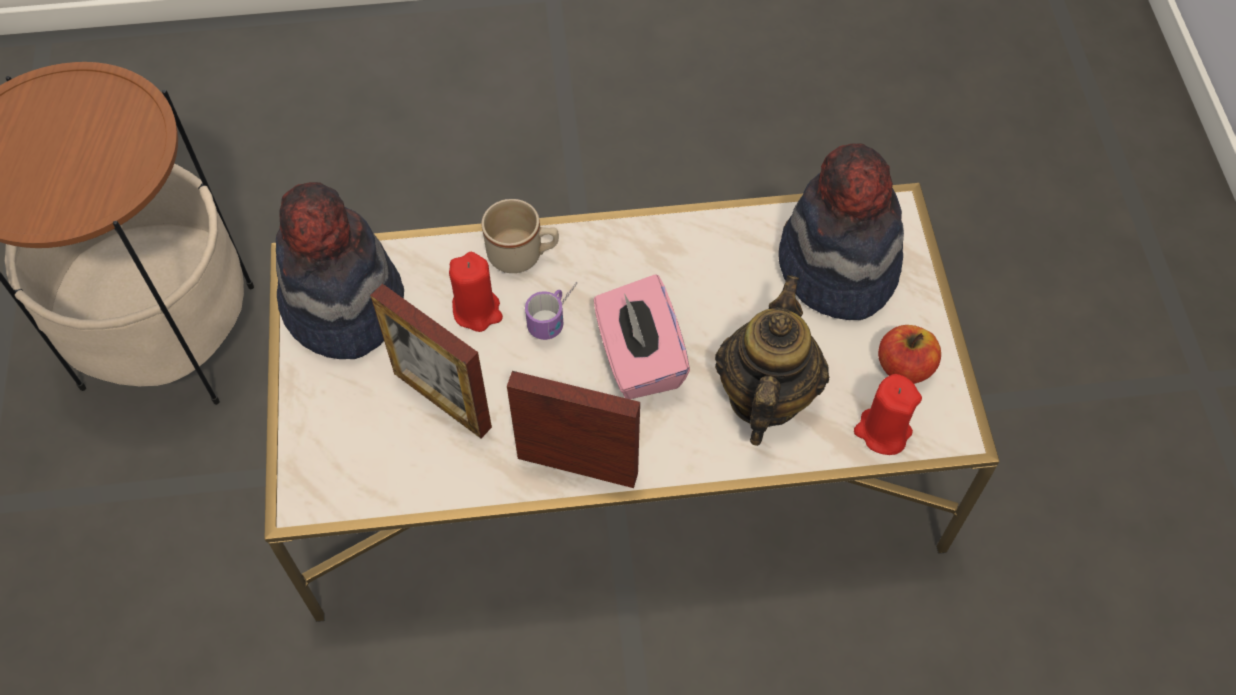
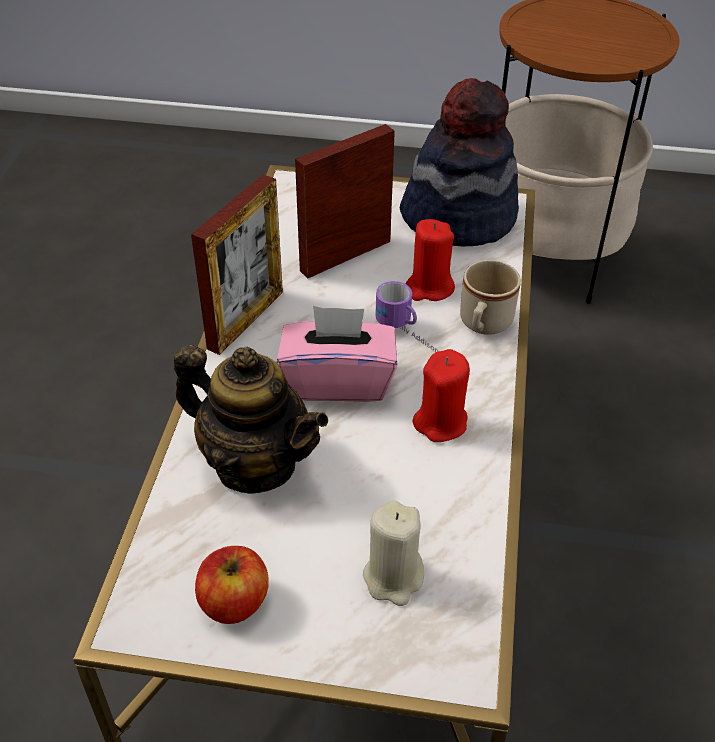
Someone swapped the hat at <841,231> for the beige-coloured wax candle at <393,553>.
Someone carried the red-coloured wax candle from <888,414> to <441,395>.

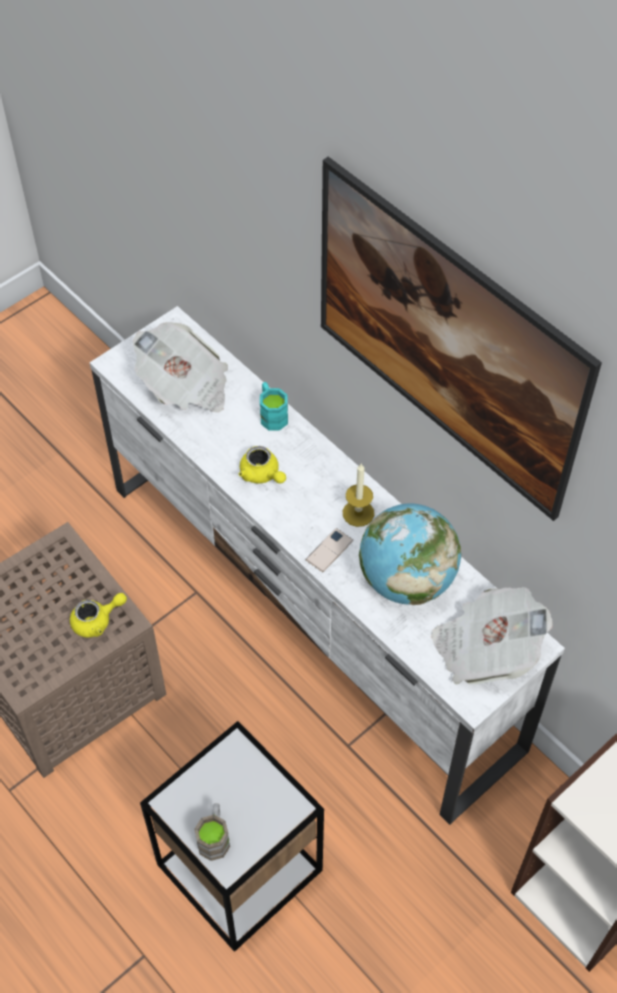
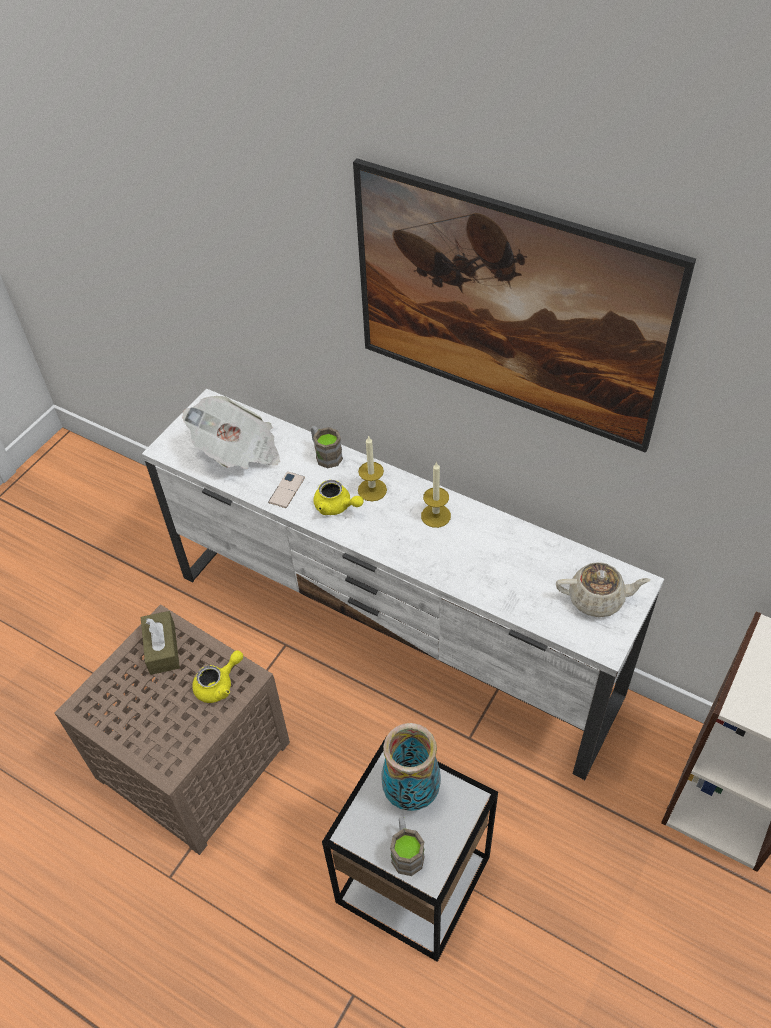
Someone put down the brown tissue box at <160,643>.
Someone carried the handset from <329,550> to <286,490>.
Someone repainted the turquoise-coloured coffee mug at <274,406>, which became the brown coffee mug at <327,447>.
Someone put down the wax candle at <372,468>.
Someone put down the vase at <411,767>.
Someone swapped the printed paper at <492,636> for the beige-coloured pot for tea at <603,589>.
Someone took away the world globe at <410,554>.

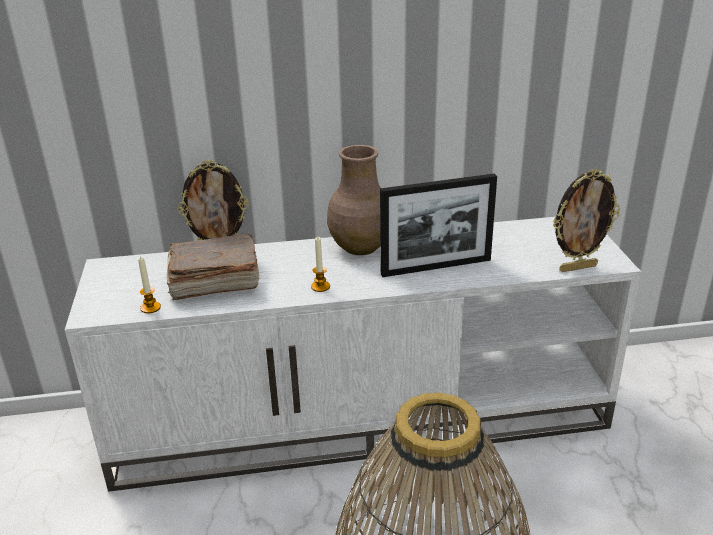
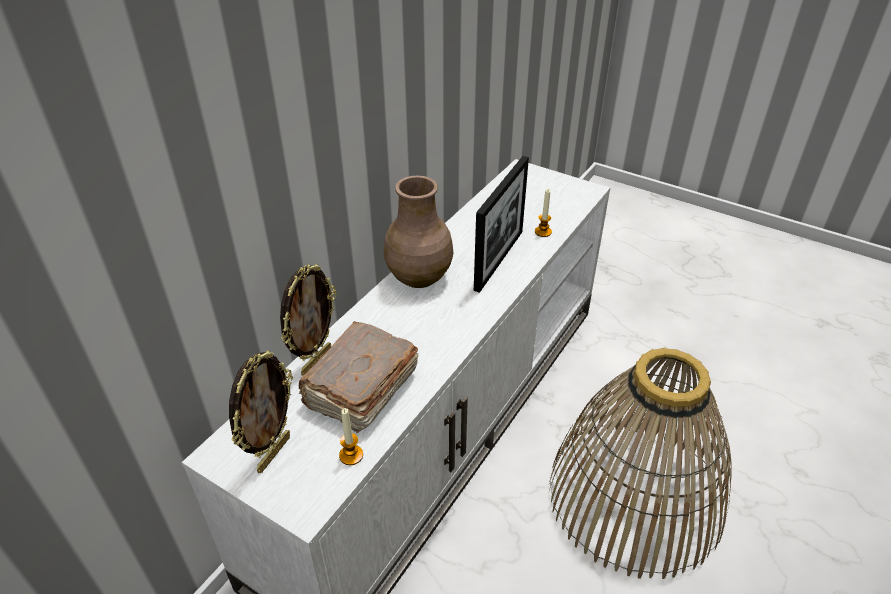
Someone carried the standing frame from <586,220> to <261,411>.
Someone carried the wax candle from <320,264> to <543,213>.

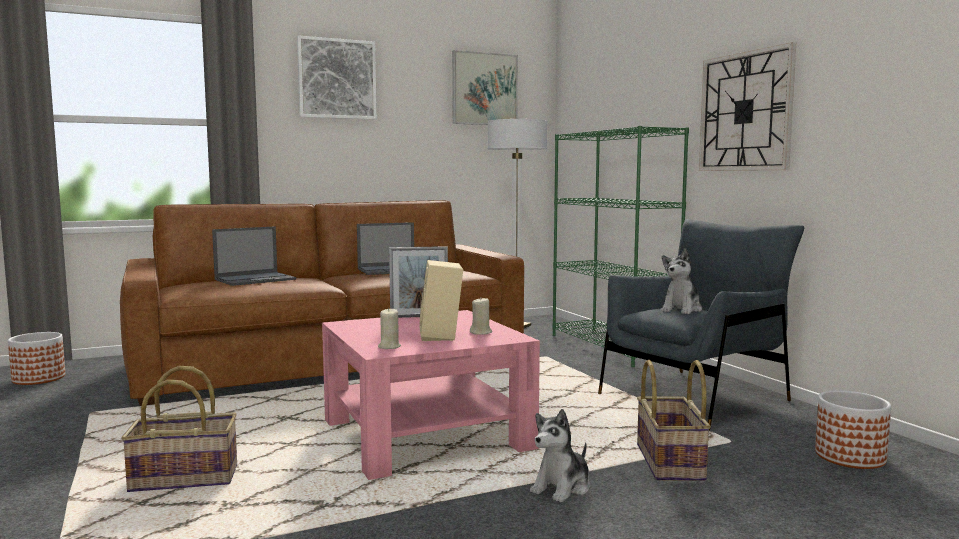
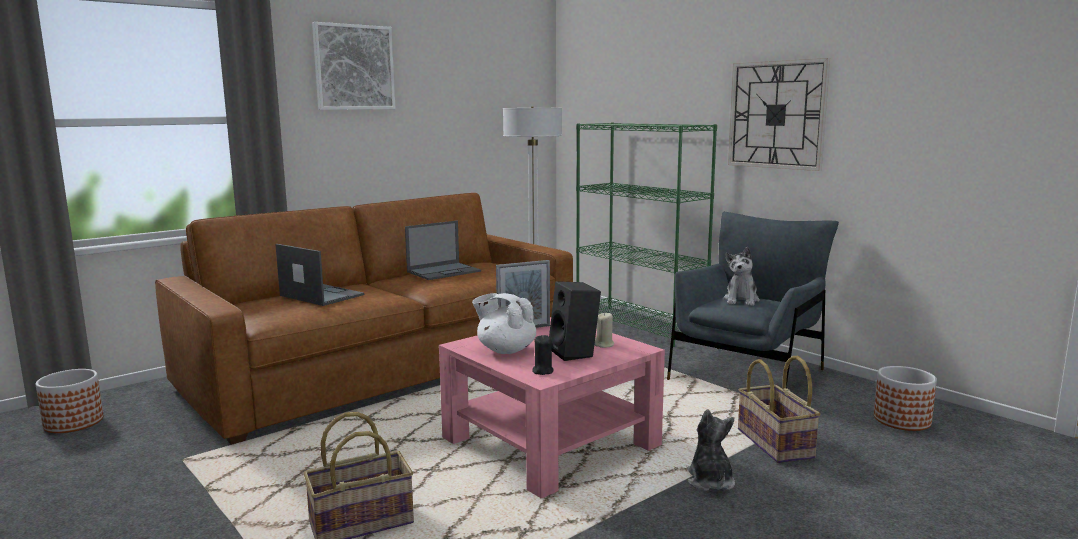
Someone rotated the portable computer at <254,256> by 90 degrees counterclockwise.
Someone put down the white pot for tea at <504,323>.
Someone repainted the beige-coloured wax candle at <389,328>, which became the blackish wax candle at <542,355>.
Someone repainted the beige-coloured loudspeaker at <441,300>, which became the blackish loudspeaker at <575,321>.
Someone rotated the soft toy at <560,456> by 150 degrees clockwise.
Someone took away the picture at <485,87>.

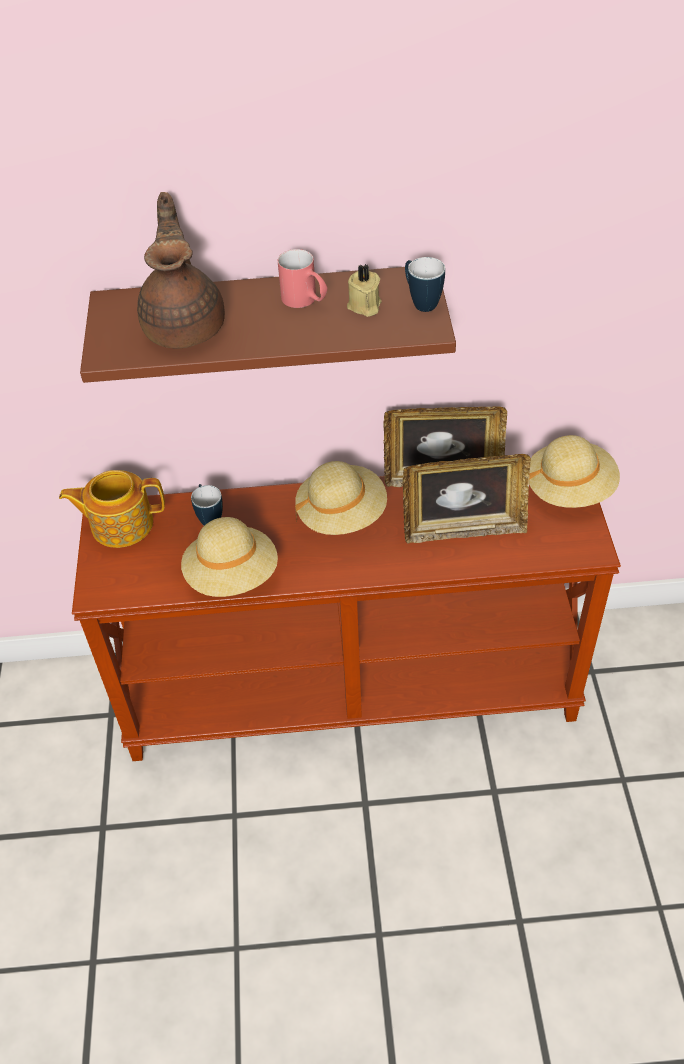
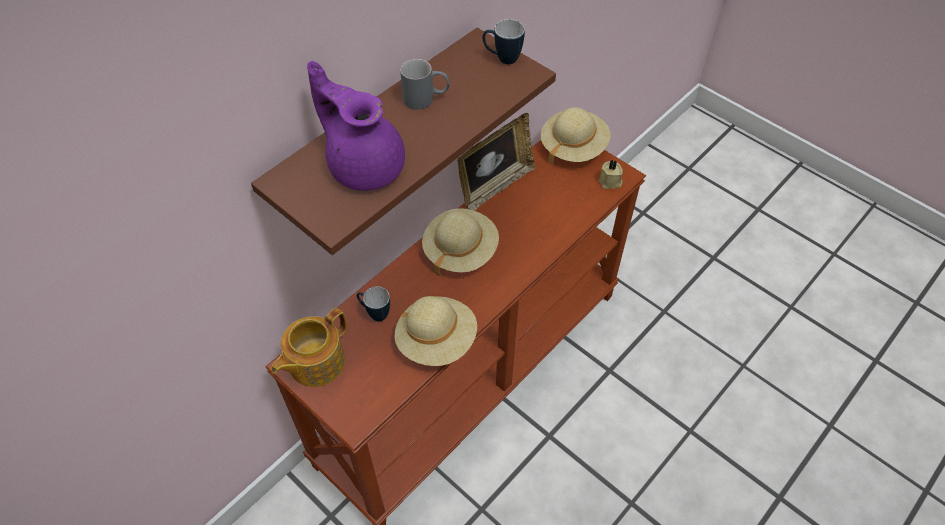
Someone repainted the brown pot for tea at <181,270>, which became the purple pot for tea at <356,126>.
Someone repainted the red-coloured coffee mug at <302,278>, which became the gray coffee mug at <425,84>.
Someone carried the beige-coloured wax candle from <364,290> to <610,174>.
Someone took away the standing frame at <467,498>.

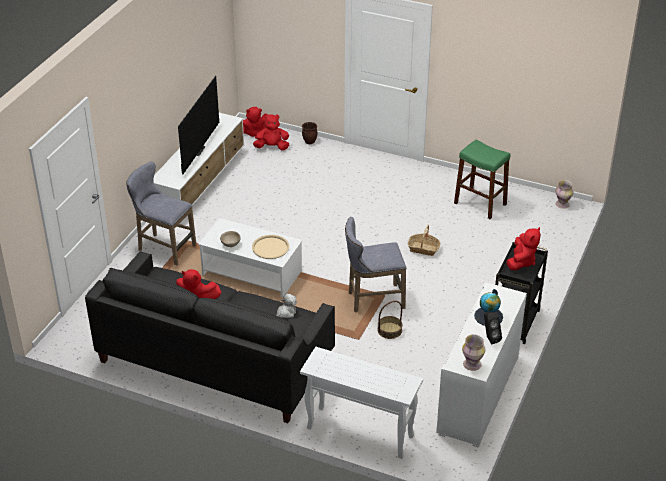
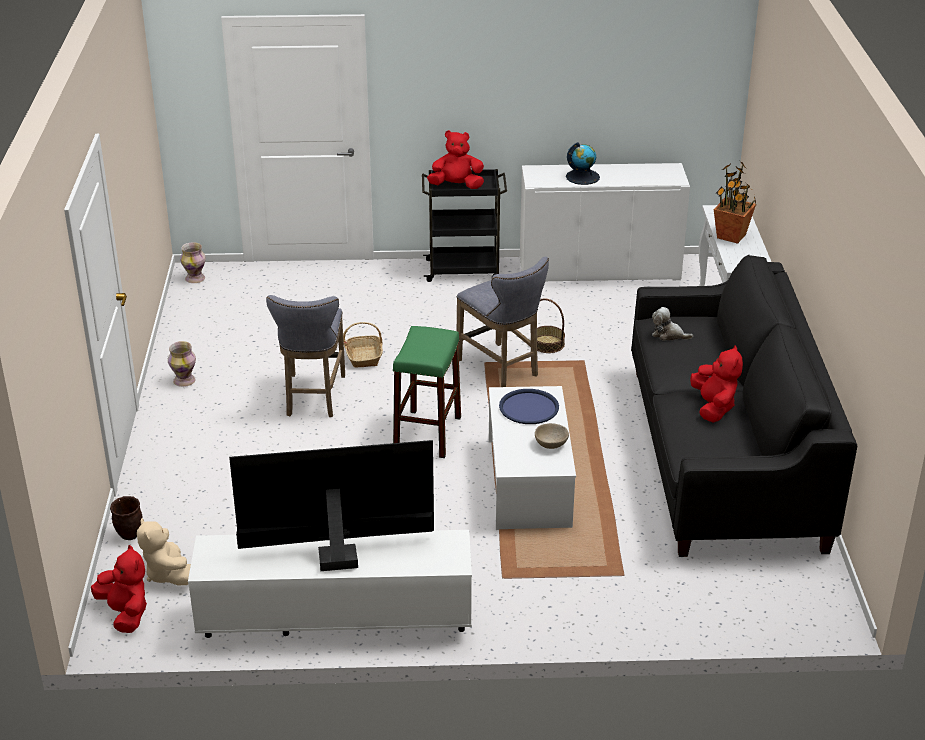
Someone repainted the red-coloured soft toy at <271,131>, which became the beige-coloured soft toy at <164,551>.
Someone carried the vase from <473,352> to <182,364>.
Someone carried the gray stool seat from <161,213> to <305,356>.
Someone carried the green stool seat from <482,179> to <427,392>.
Someone repainted the beige-coloured carrying tray at <270,247>, which became the bluish carrying tray at <529,406>.
Someone put down the houseplant at <735,202>.
Someone took away the blackish loudspeaker at <493,328>.

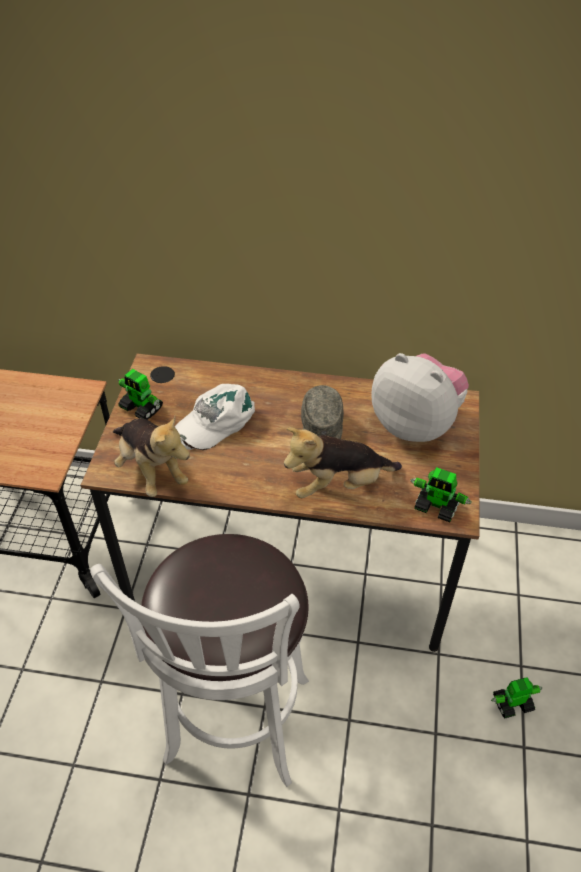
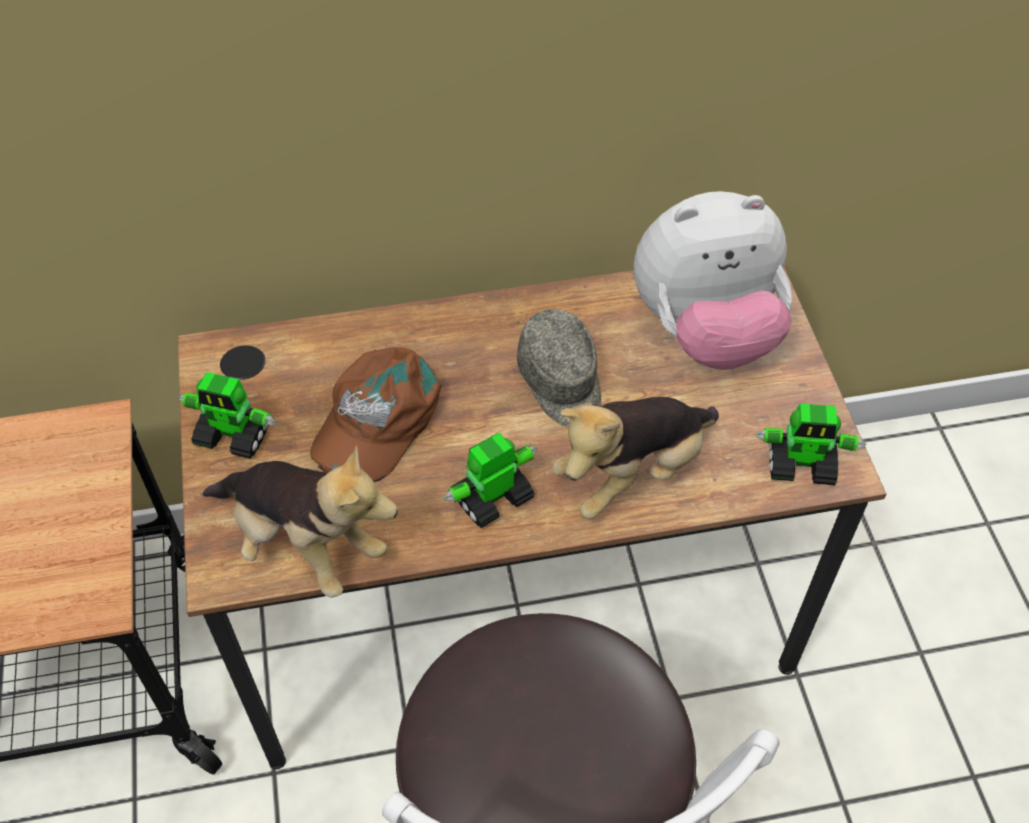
Someone repainted the white baseball cap at <214,417>, which became the brown baseball cap at <376,414>.
Someone carried the model robot from <516,698> to <490,480>.
Someone rotated the soft toy at <420,397> by 150 degrees clockwise.

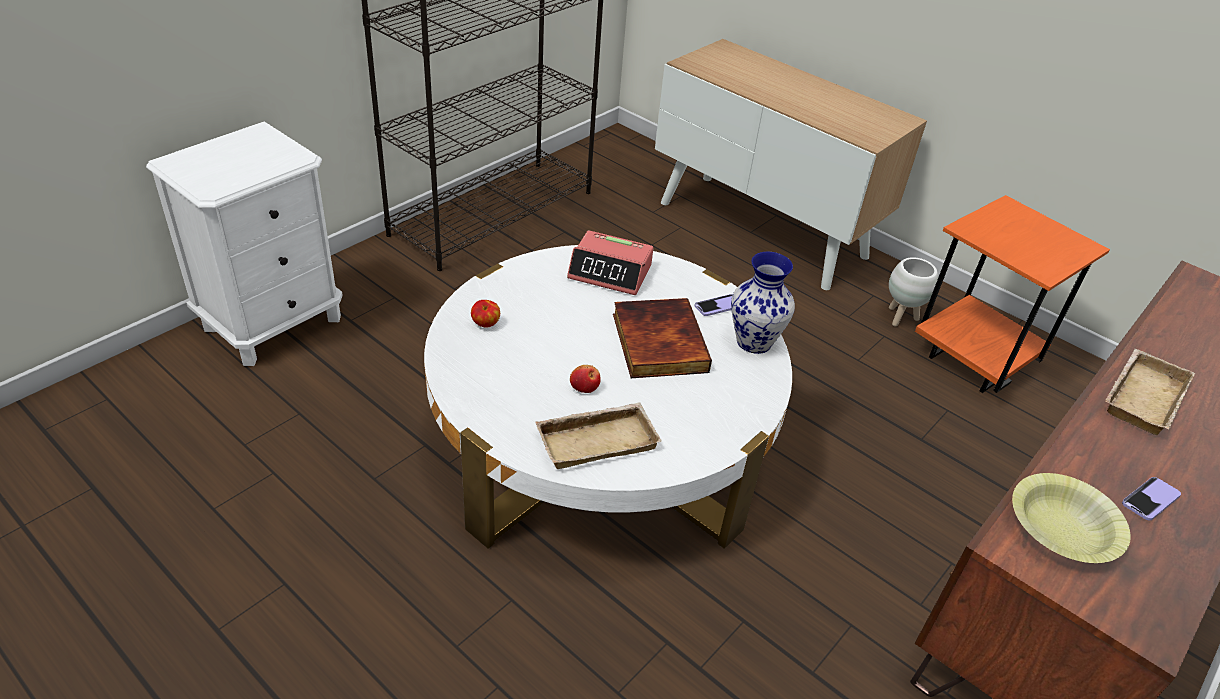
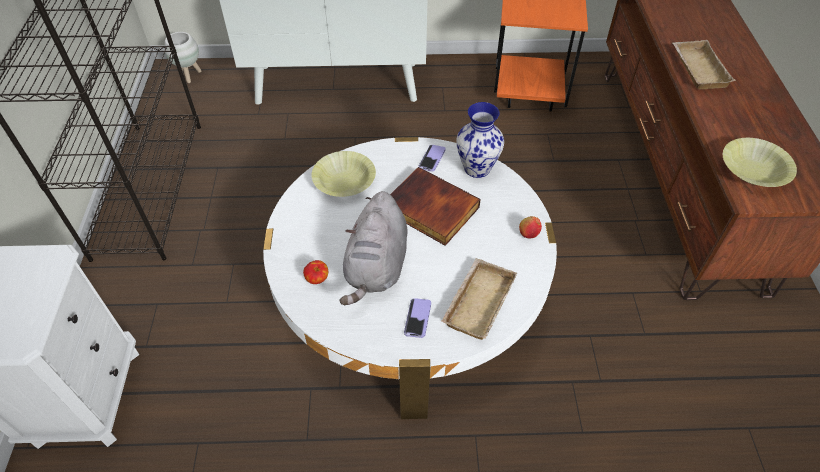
Someone carried the white plant pot from <913,291> to <182,57>.
Someone swapped the bedside clock at <610,262> for the yellow deep dish at <344,174>.
Someone put down the gray soft toy at <374,248>.
Someone carried the handset from <1151,498> to <417,318>.
Someone carried the apple from <585,379> to <530,227>.

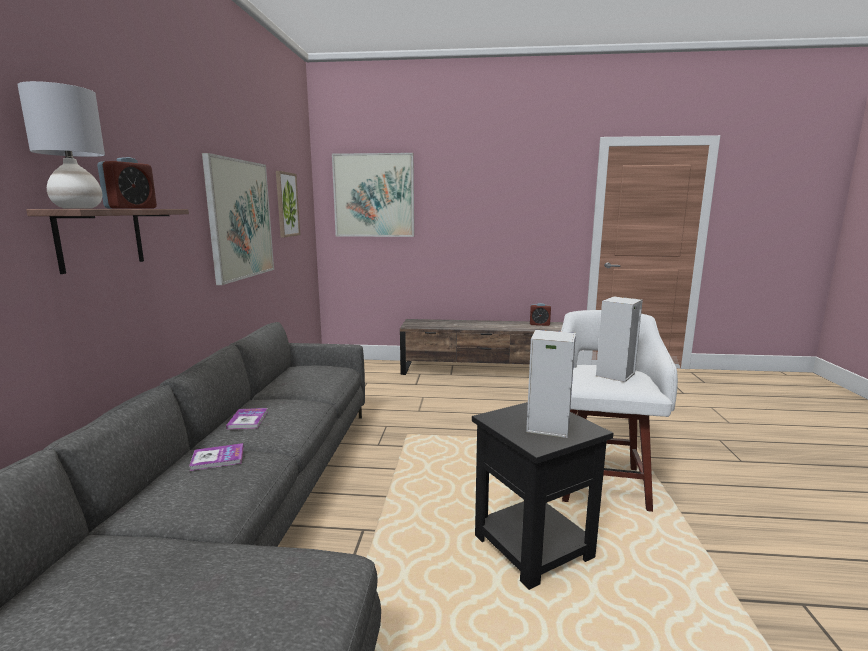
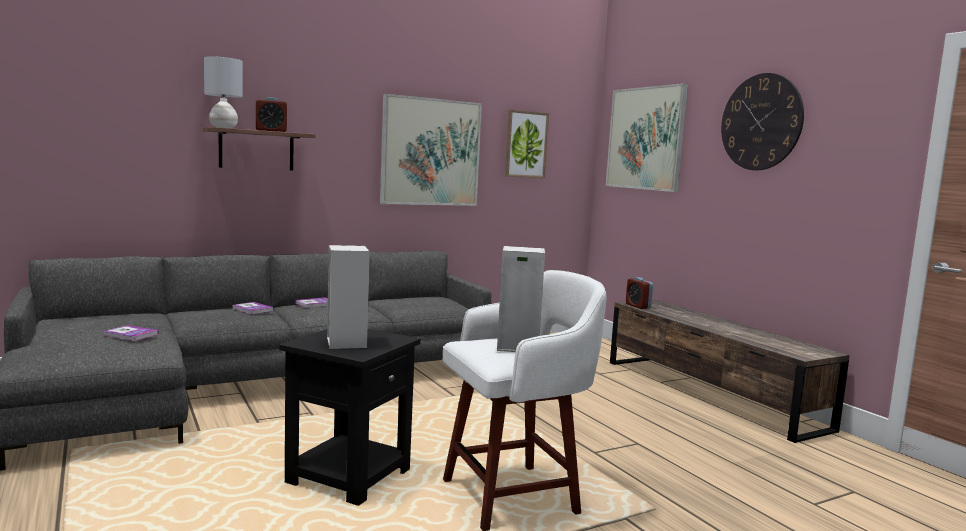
Someone put down the volume at <131,333>.
Someone carried the bedside clock from <540,314> to <639,293>.
Someone put up the hanging clock at <762,121>.

